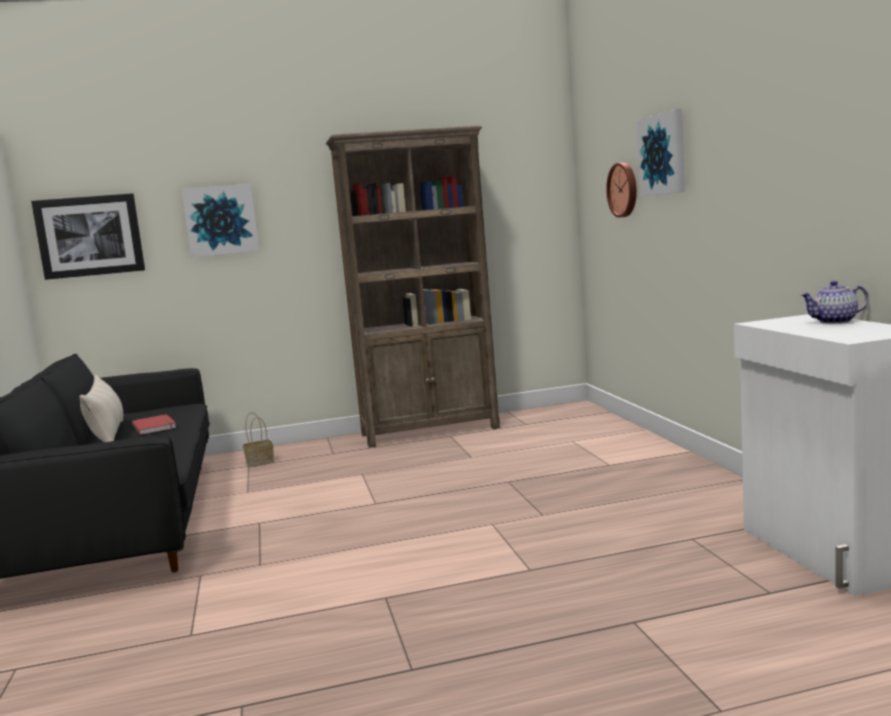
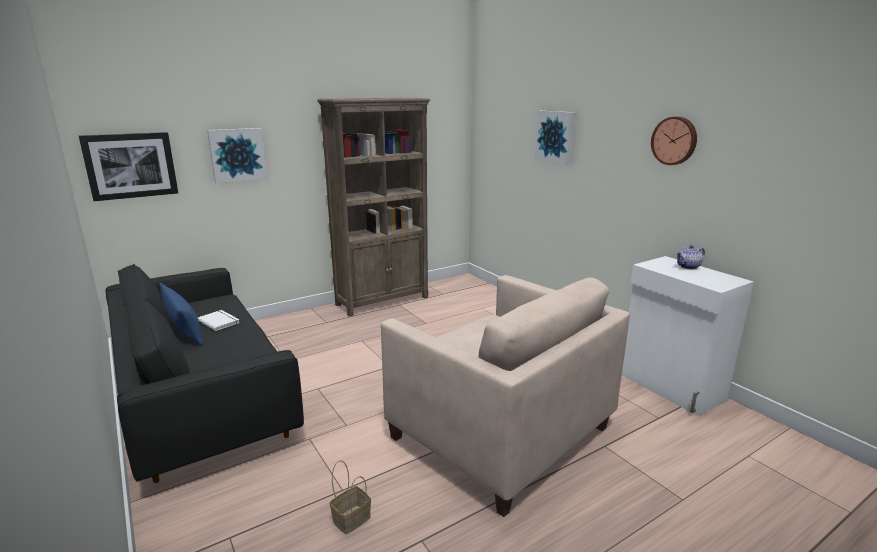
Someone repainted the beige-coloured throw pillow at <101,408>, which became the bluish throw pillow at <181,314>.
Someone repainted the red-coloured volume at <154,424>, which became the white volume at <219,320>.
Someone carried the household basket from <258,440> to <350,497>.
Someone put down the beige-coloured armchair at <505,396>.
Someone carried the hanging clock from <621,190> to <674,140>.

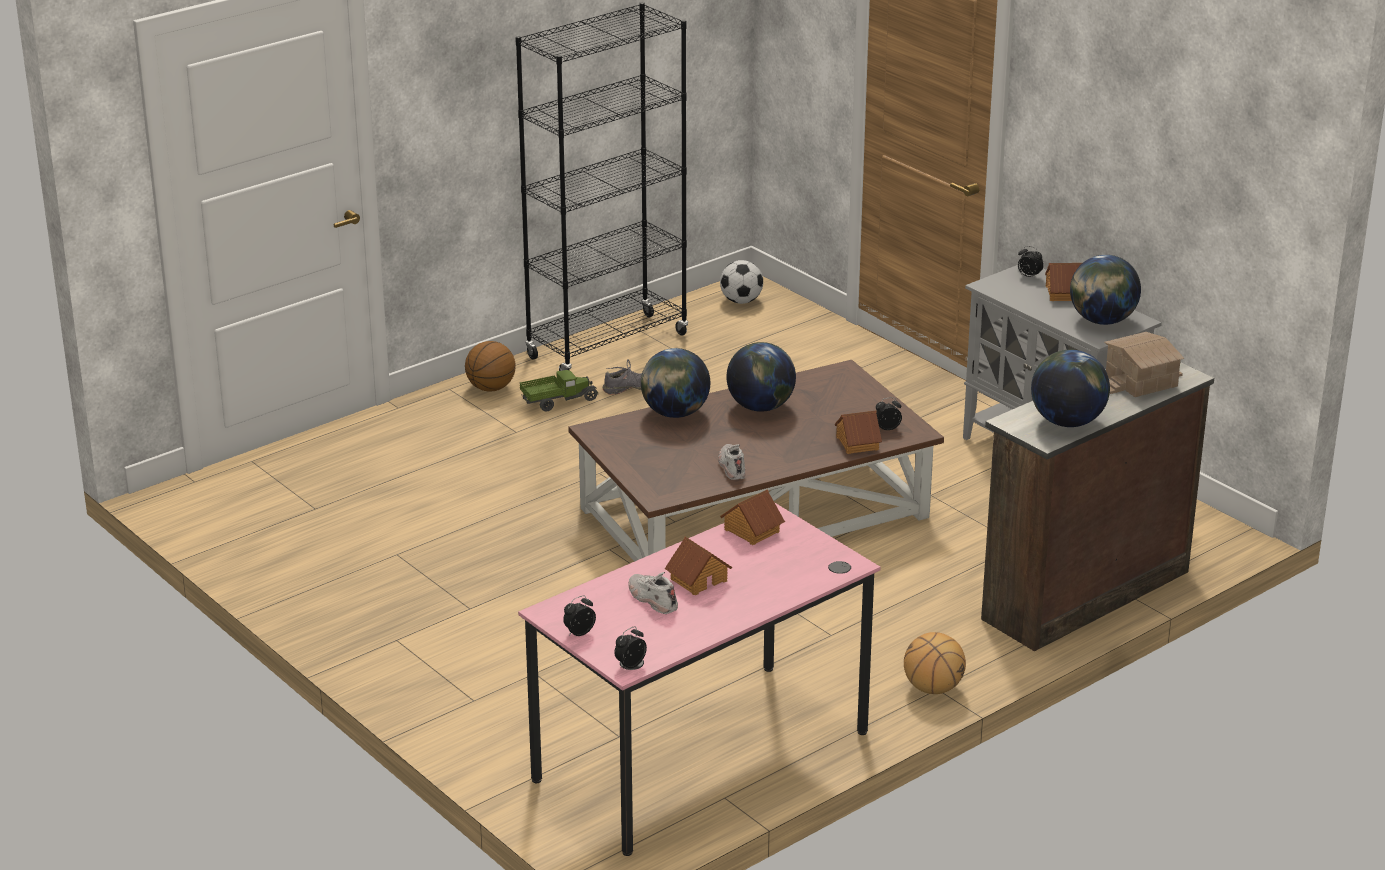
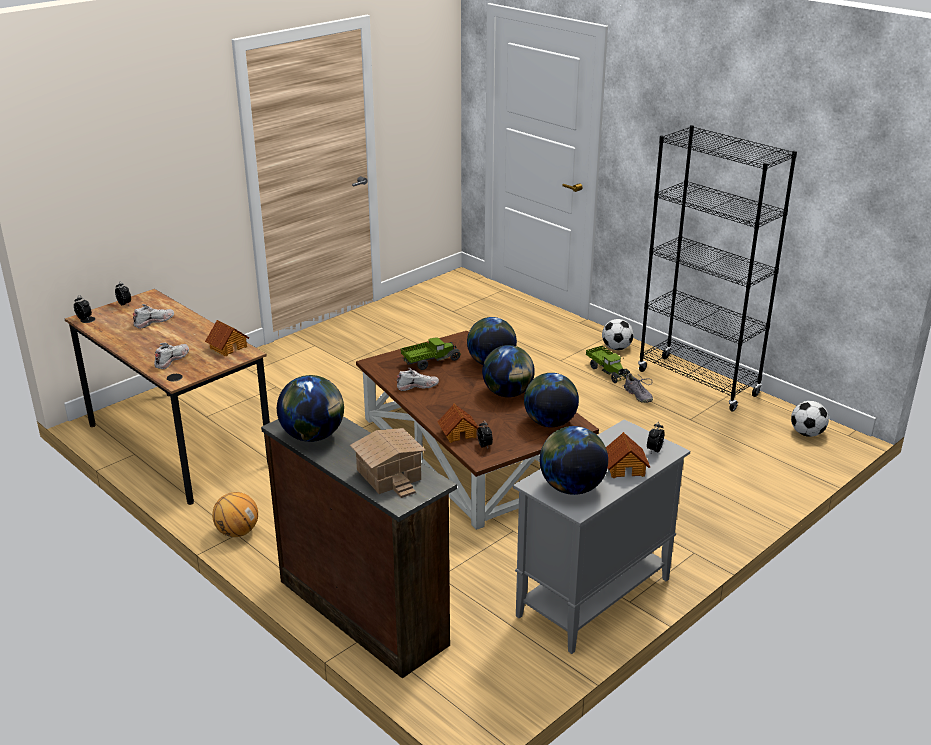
Someone repainted the pink desk unit at <699,679>, which became the brown desk unit at <167,397>.
Someone put down the white shoe at <171,356>.
Someone put down the toy truck at <431,353>.
Someone put down the world globe at <551,400>.
Someone swapped the ball for basketball at <490,366> for the football at <618,334>.
Someone took away the model house at <698,566>.

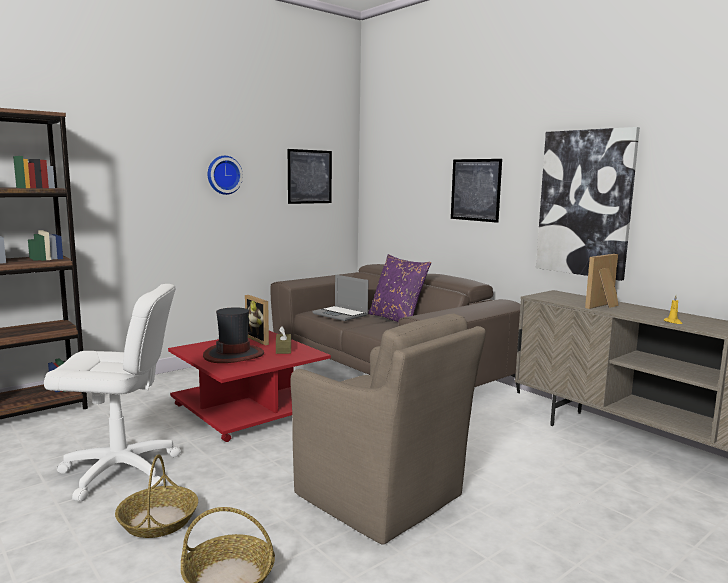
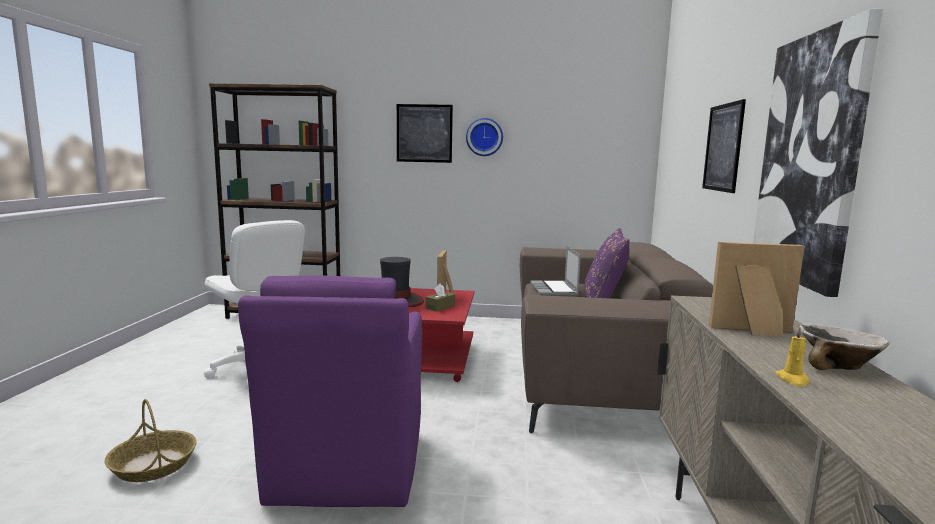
Someone repainted the brown armchair at <388,429>, which became the purple armchair at <330,391>.
Someone carried the picture from <310,176> to <425,133>.
Someone put down the deep dish at <843,347>.
Someone took away the household basket at <156,496>.

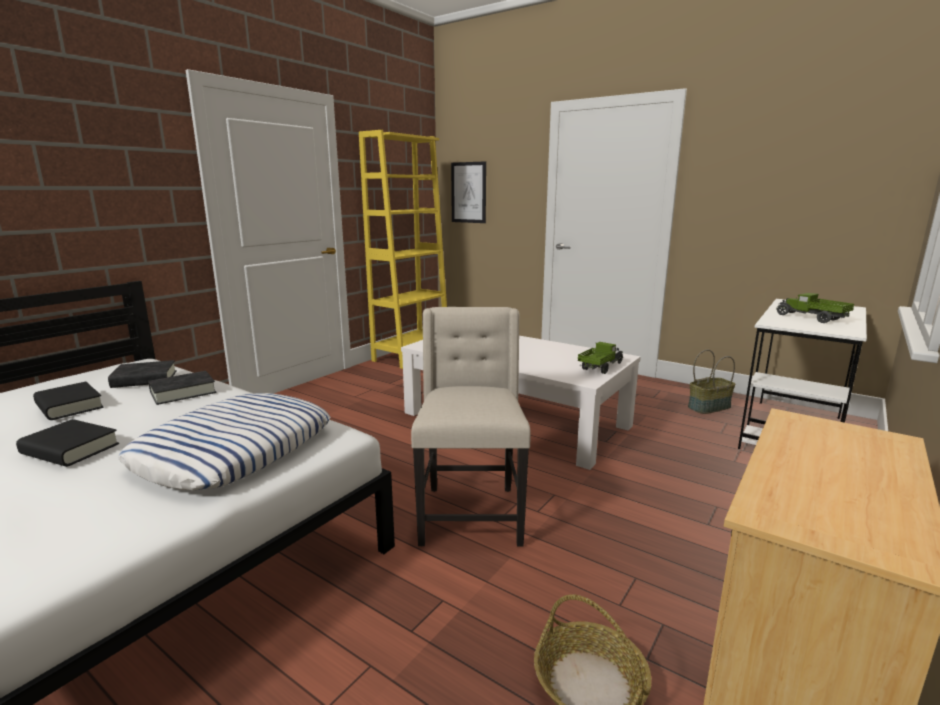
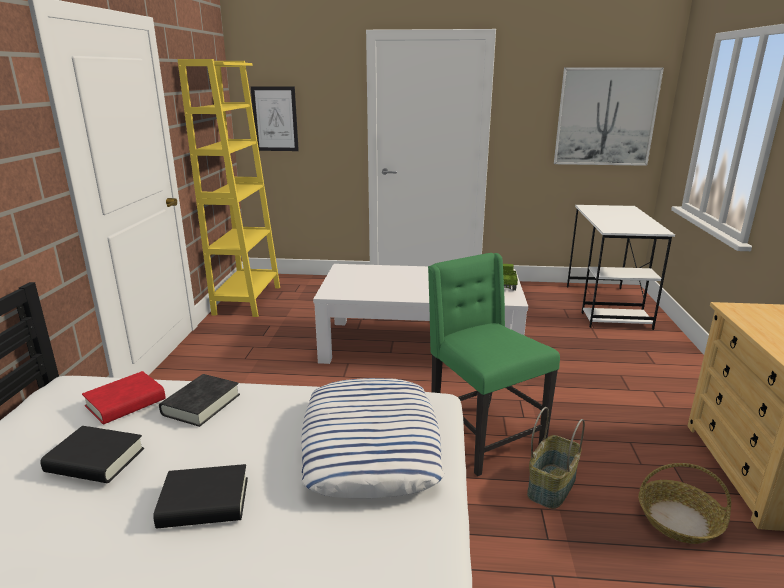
Someone repainted the blackish volume at <142,374>, which became the red-coloured volume at <124,397>.
Someone repainted the beige-coloured chair at <471,427>, which became the green chair at <494,364>.
Someone carried the household basket from <711,382> to <556,458>.
Someone put up the picture at <609,116>.
Someone took away the toy truck at <816,308>.

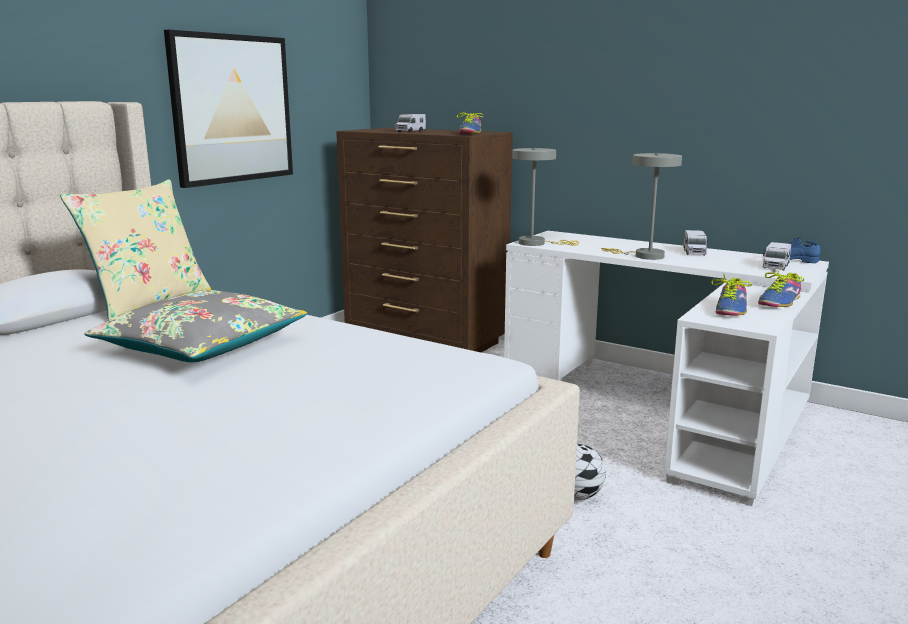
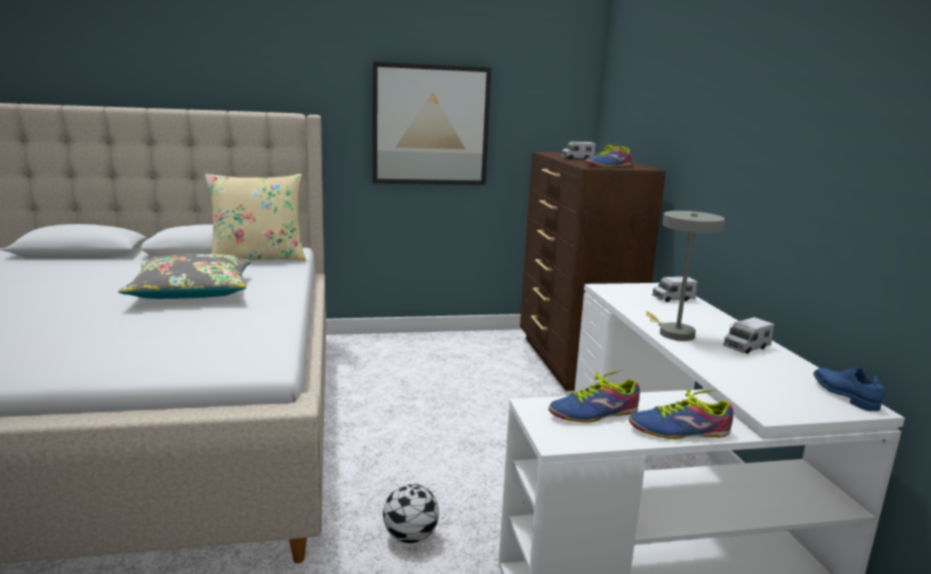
Someone carried the toy truck from <777,256> to <674,289>.
Someone took away the gray tabletop lamp at <545,197>.

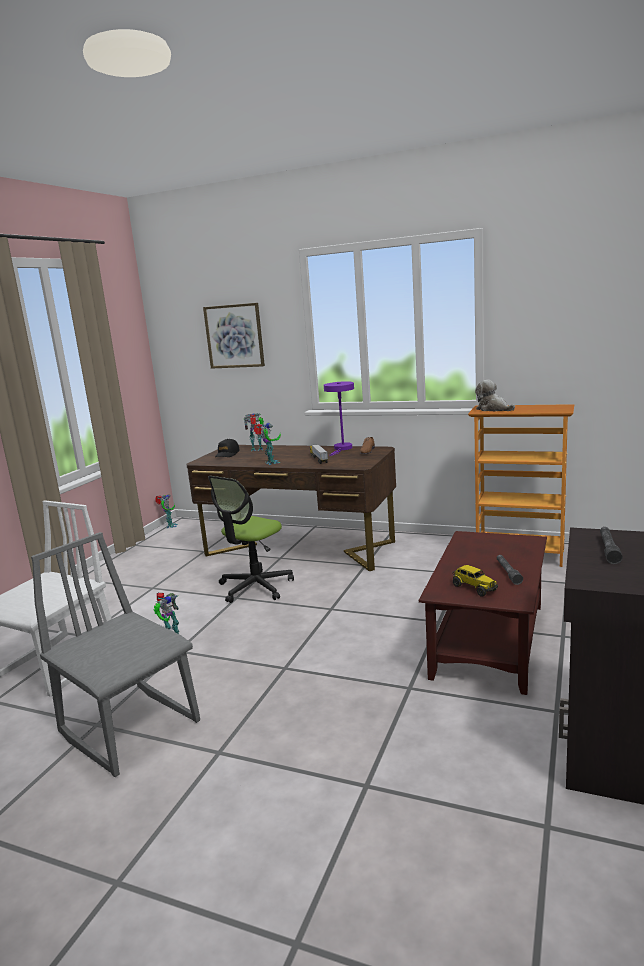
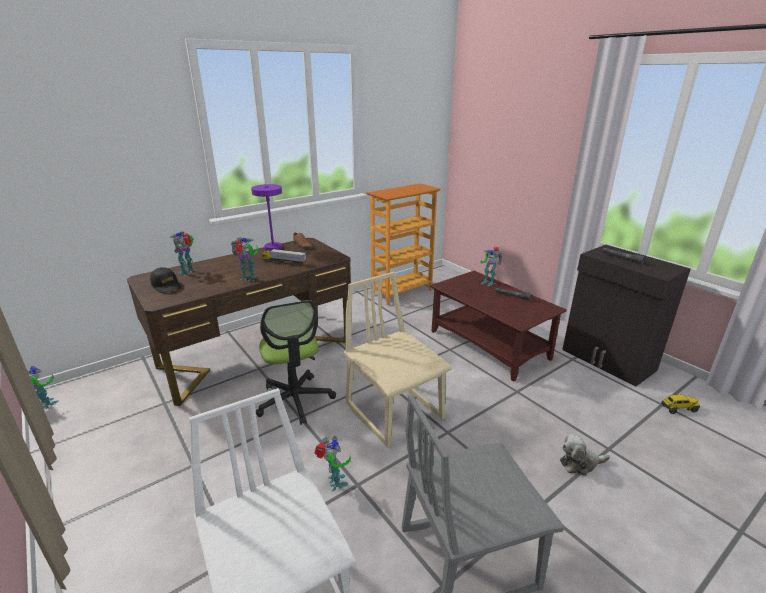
Someone put down the beige-coloured chair at <398,360>.
Someone put down the model robot at <491,266>.
Someone carried the soft toy from <495,395> to <585,455>.
Someone carried the toy truck from <475,581> to <680,404>.
Someone took away the picture at <234,336>.

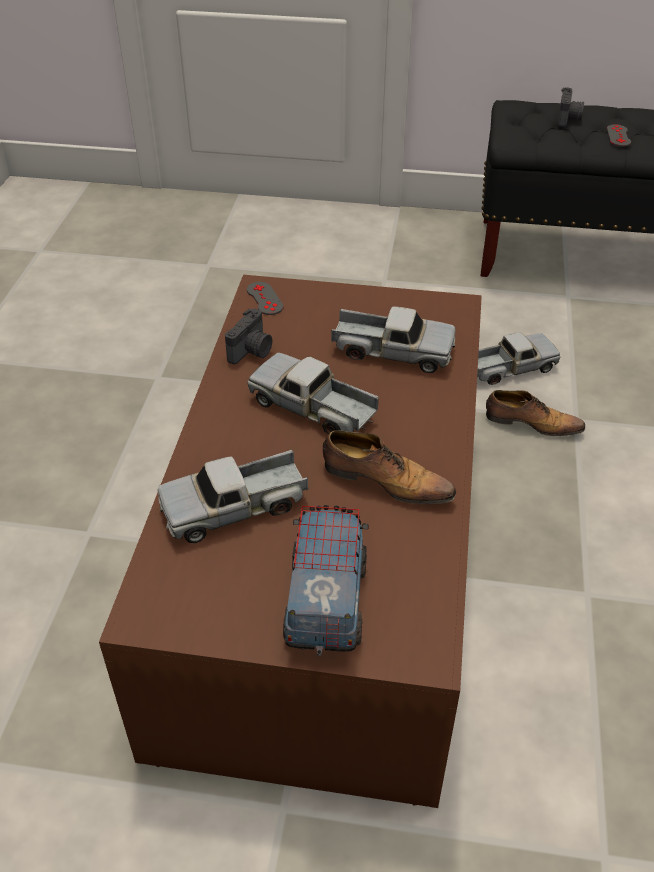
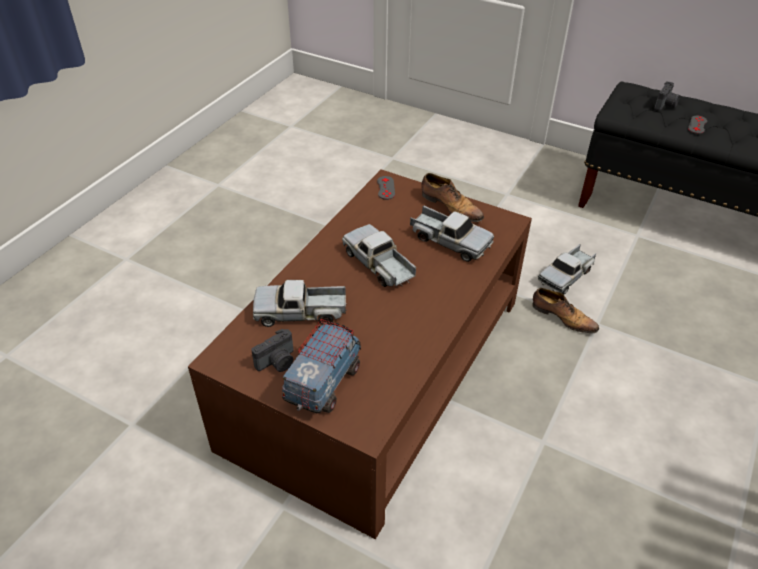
Someone carried the still camera from <248,336> to <272,350>.
Someone carried the shoe from <389,467> to <452,197>.
Someone rotated the toy truck at <519,358> by 135 degrees clockwise.

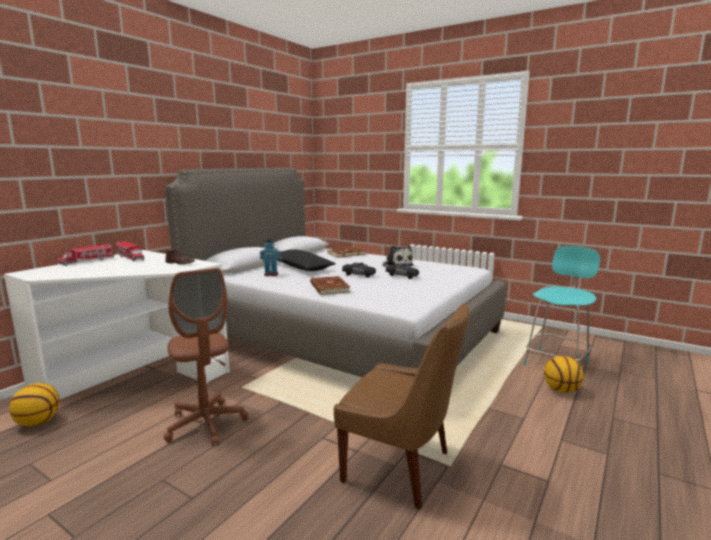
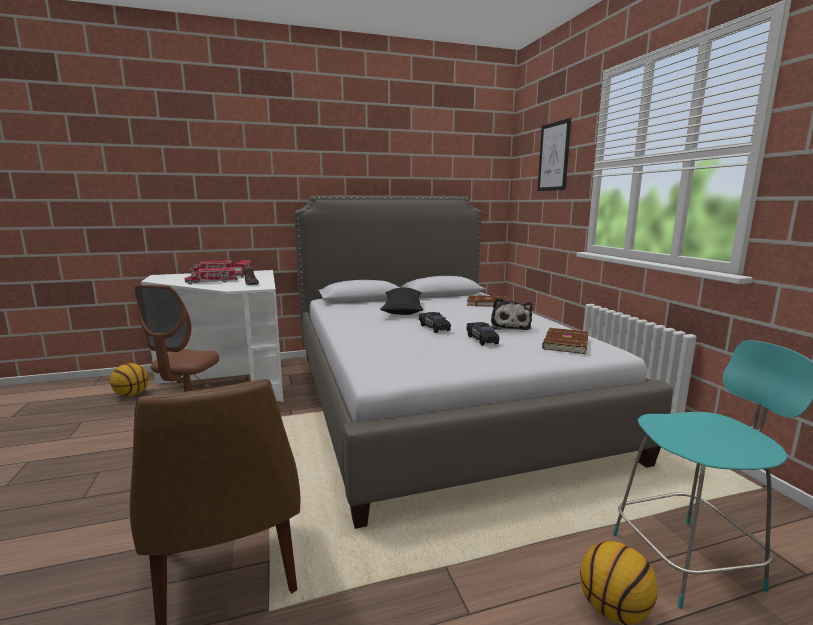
Someone put down the toy truck at <211,275>.
Someone put up the picture at <554,154>.
Someone carried the brown volume from <330,285> to <565,341>.
Someone took away the model robot at <271,257>.

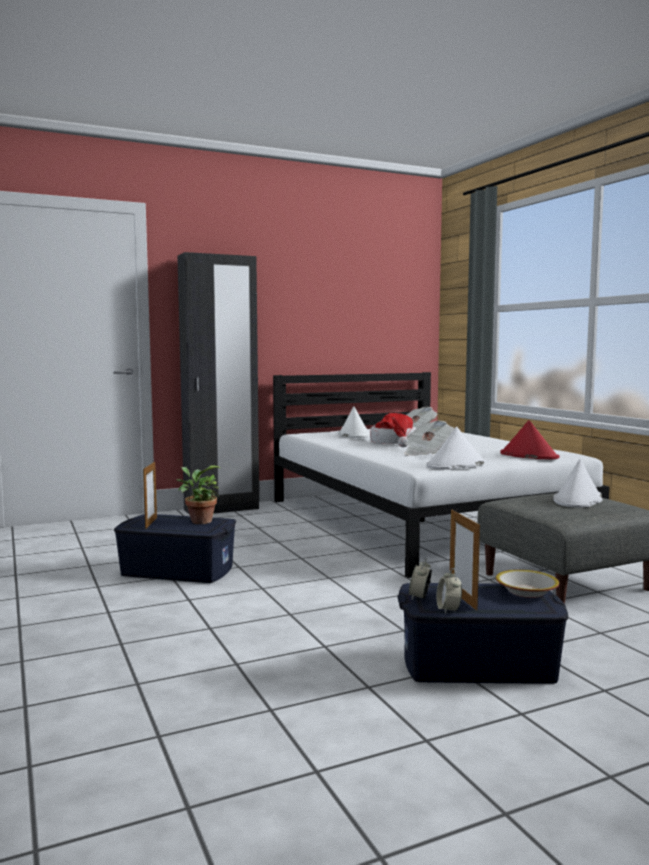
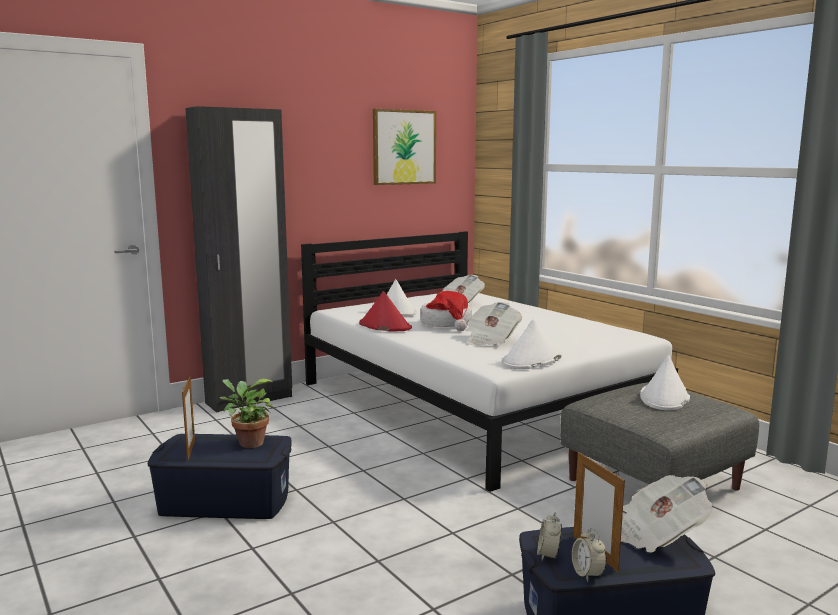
Someone carried the red-coloured hat from <530,439> to <385,311>.
Someone put up the picture at <404,147>.
Someone swapped the deep dish at <527,584> for the printed paper at <667,514>.

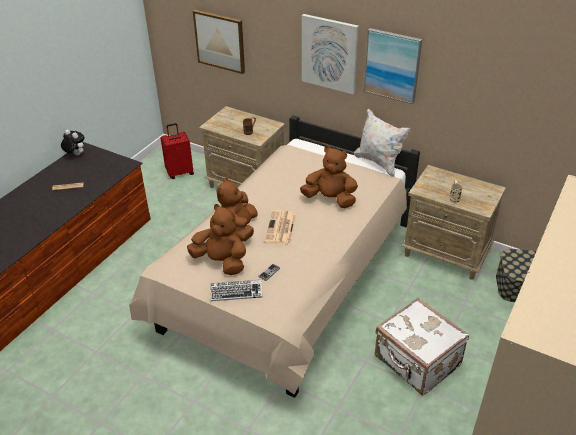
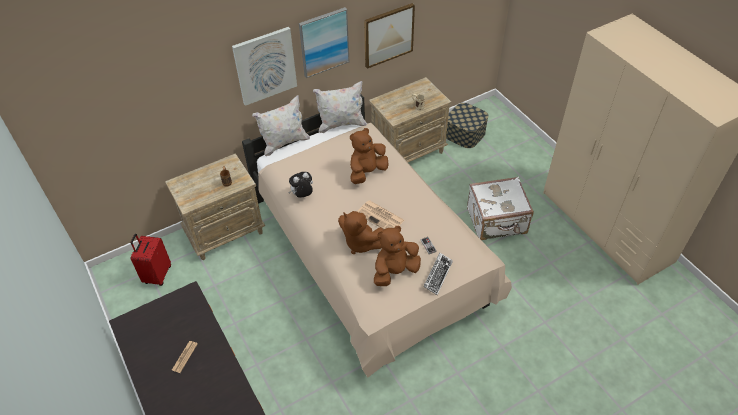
Someone put down the white throw pillow at <281,125>.
Someone carried the soft toy from <73,143> to <301,185>.
Someone carried the picture from <219,42> to <389,36>.

